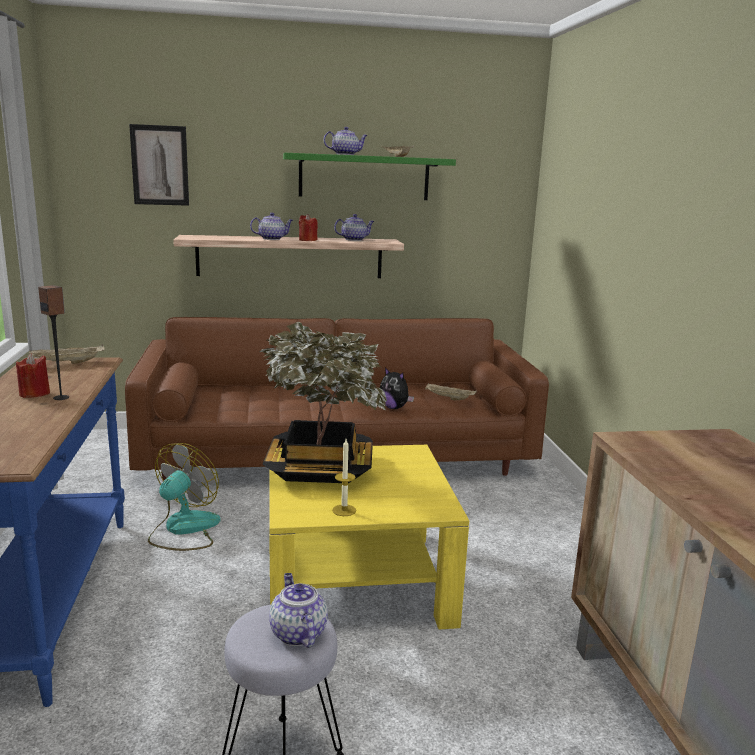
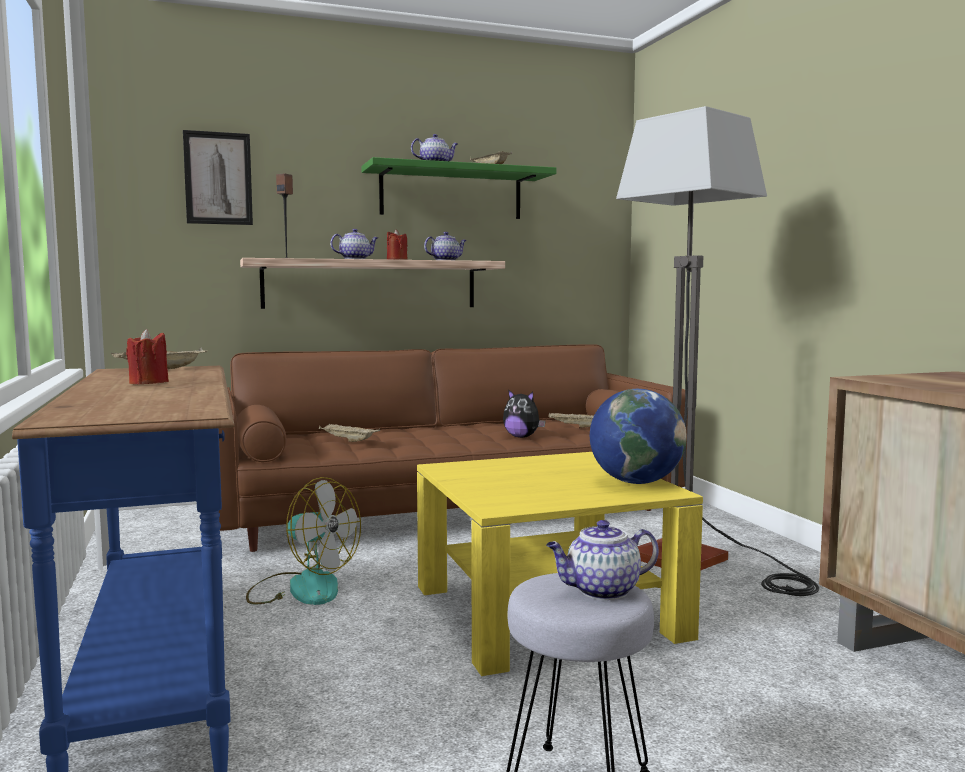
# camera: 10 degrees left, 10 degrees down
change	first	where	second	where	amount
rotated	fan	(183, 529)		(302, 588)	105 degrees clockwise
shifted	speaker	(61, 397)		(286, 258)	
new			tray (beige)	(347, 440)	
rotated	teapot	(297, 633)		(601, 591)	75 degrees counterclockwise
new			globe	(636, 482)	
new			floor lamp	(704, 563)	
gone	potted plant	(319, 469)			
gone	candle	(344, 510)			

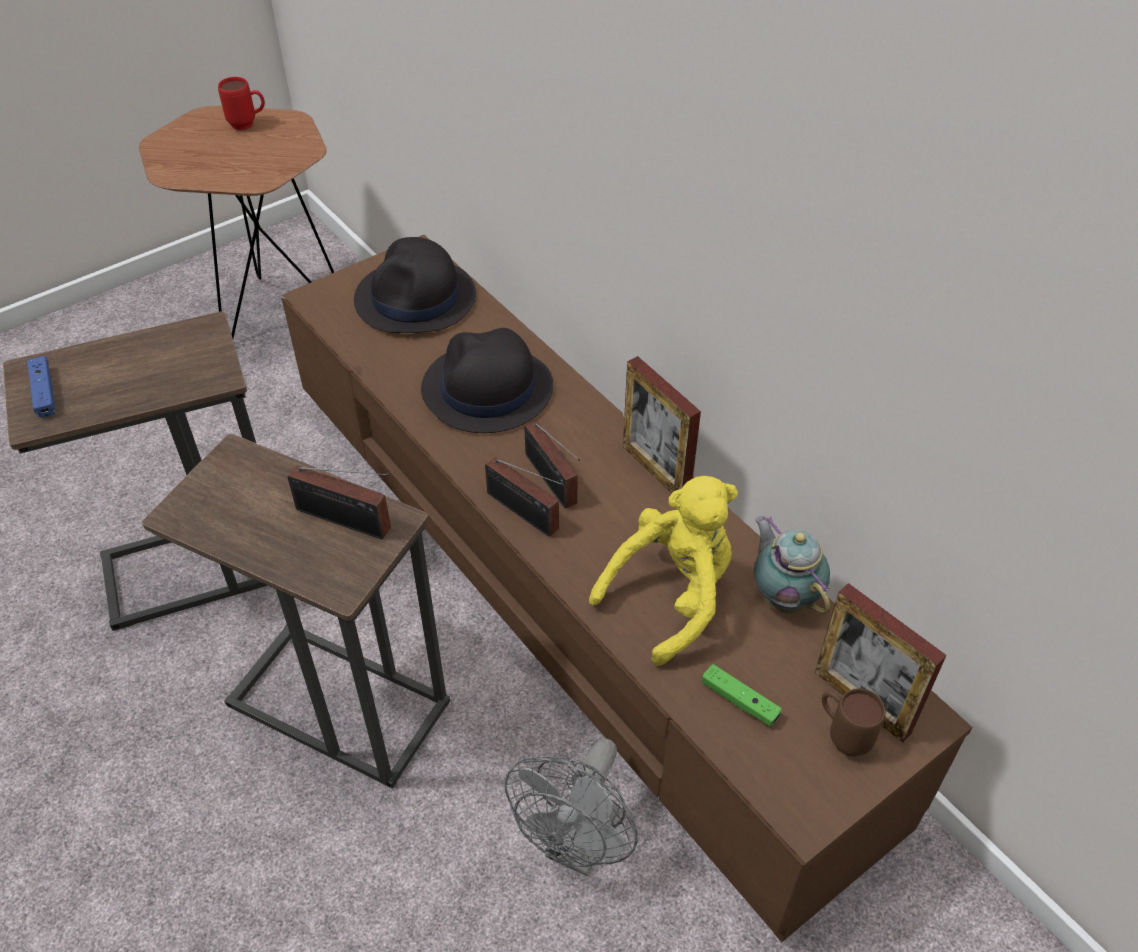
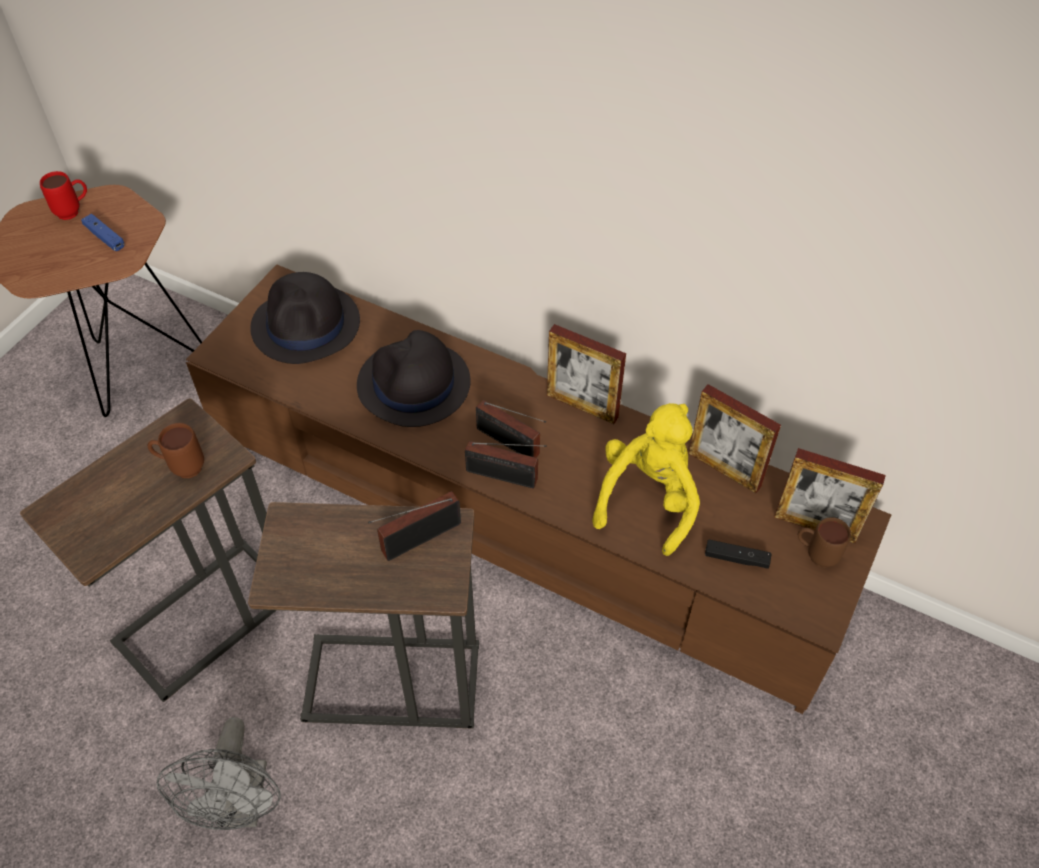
# camera: 25 degrees left, 5 degrees up
change	first	where	second	where	amount
shifted	game controller (blue)	(44, 393)		(105, 237)	
new			mug (brown)	(181, 468)	
shifted	fan (grey)	(578, 846)		(242, 807)	
rotated	radio	(348, 522)		(416, 539)	150 degrees clockwise
swapped	teapot	(783, 596)	picture frame	(724, 469)	
repainted	game controller (green)	(739, 701)	game controller (black)	(736, 558)	

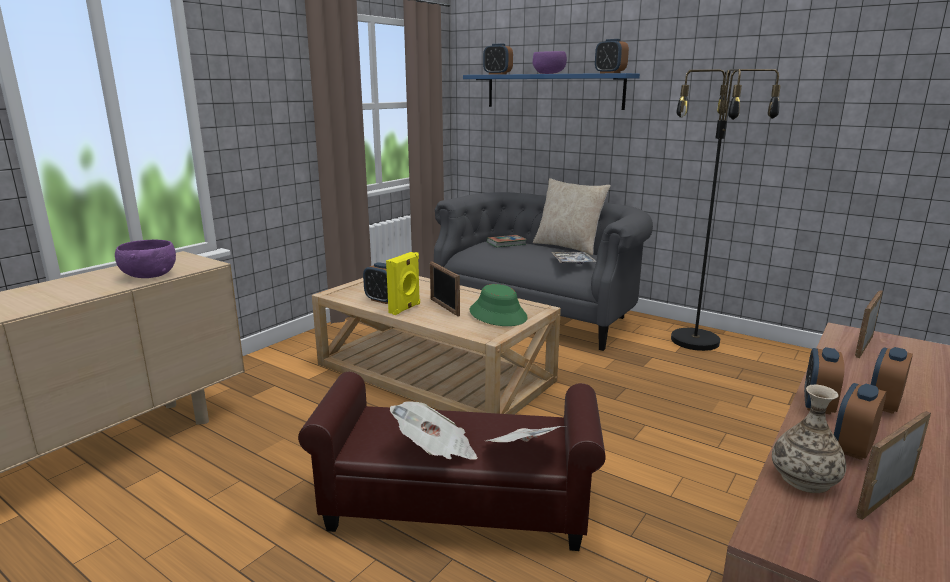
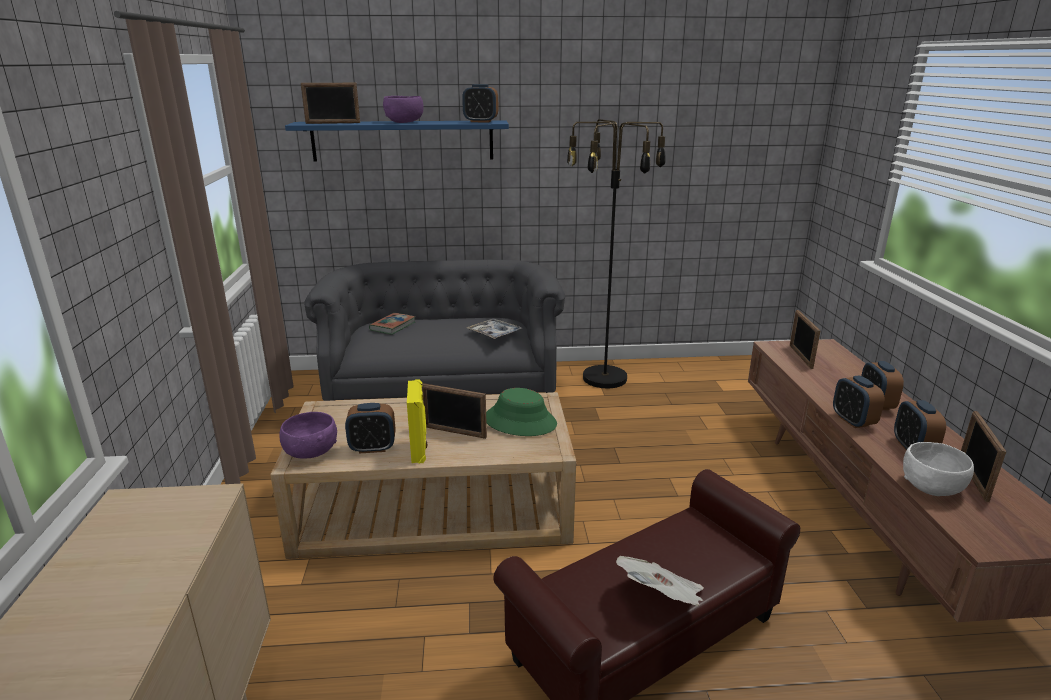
# camera: 40 degrees left, 5 degrees up
change	first	where	second	where	amount
shifted	bowl (purple)	(149, 276)		(310, 452)	
swapped	alarm clock	(497, 74)	picture frame	(333, 123)	
swapped	vase	(804, 479)	bowl (white)	(931, 487)	
gone	newspaper	(524, 453)			
gone	pillow (beige)	(568, 247)			

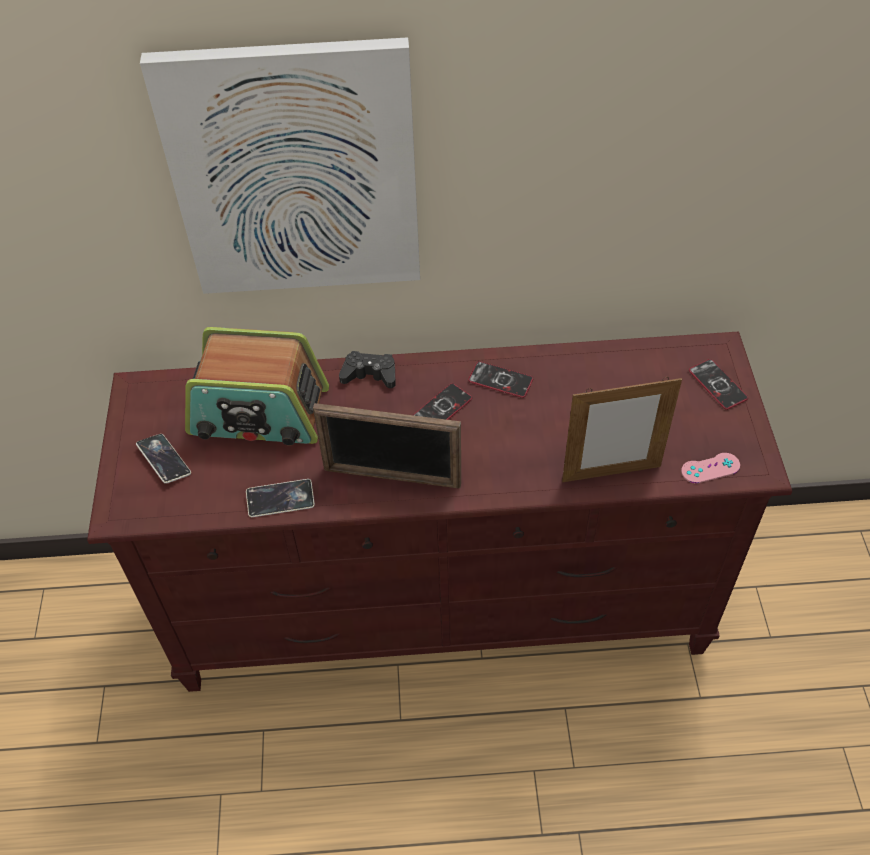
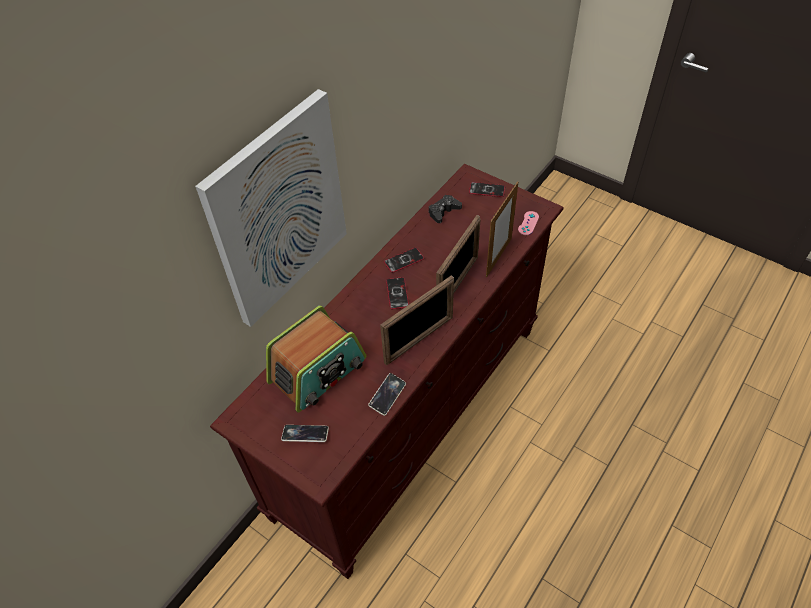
# camera: 50 degrees left, 0 degrees up
change	first	where	second	where	amount
shifted	game controller (black)	(370, 375)		(443, 211)	
new			picture frame	(457, 284)	

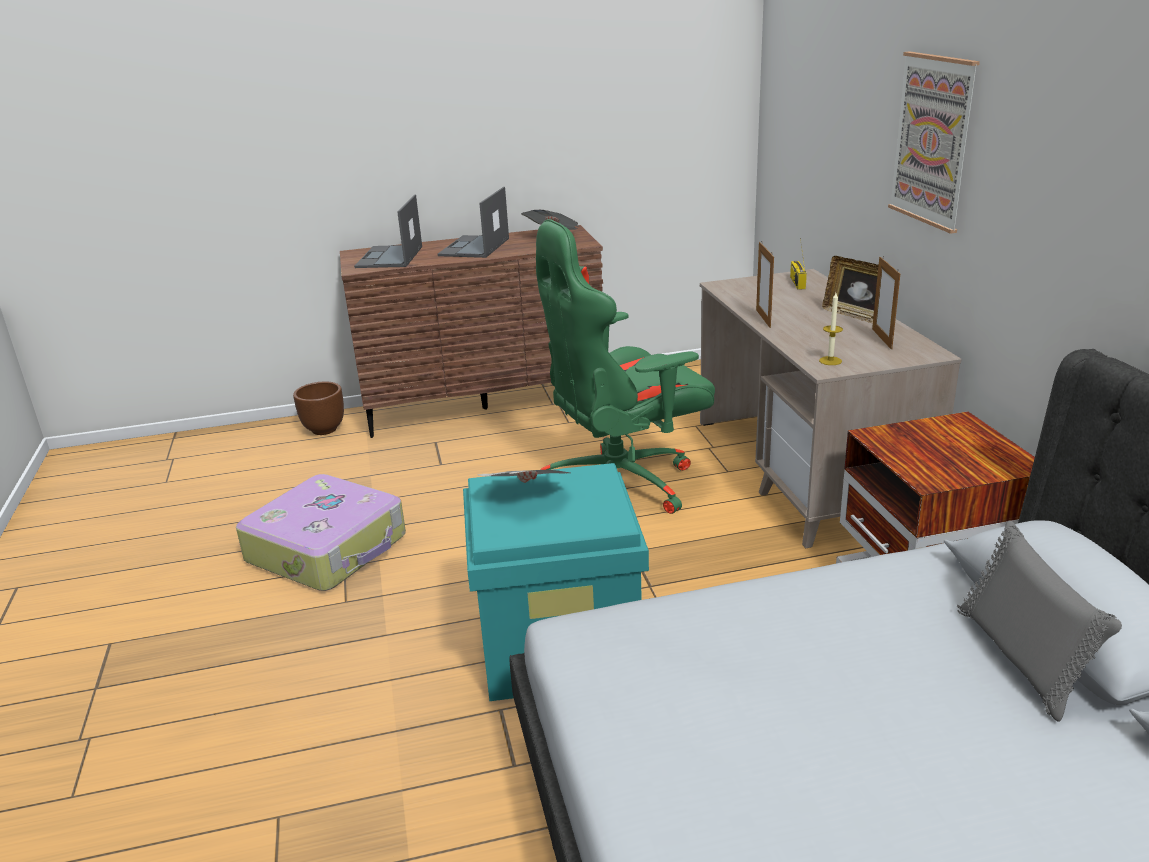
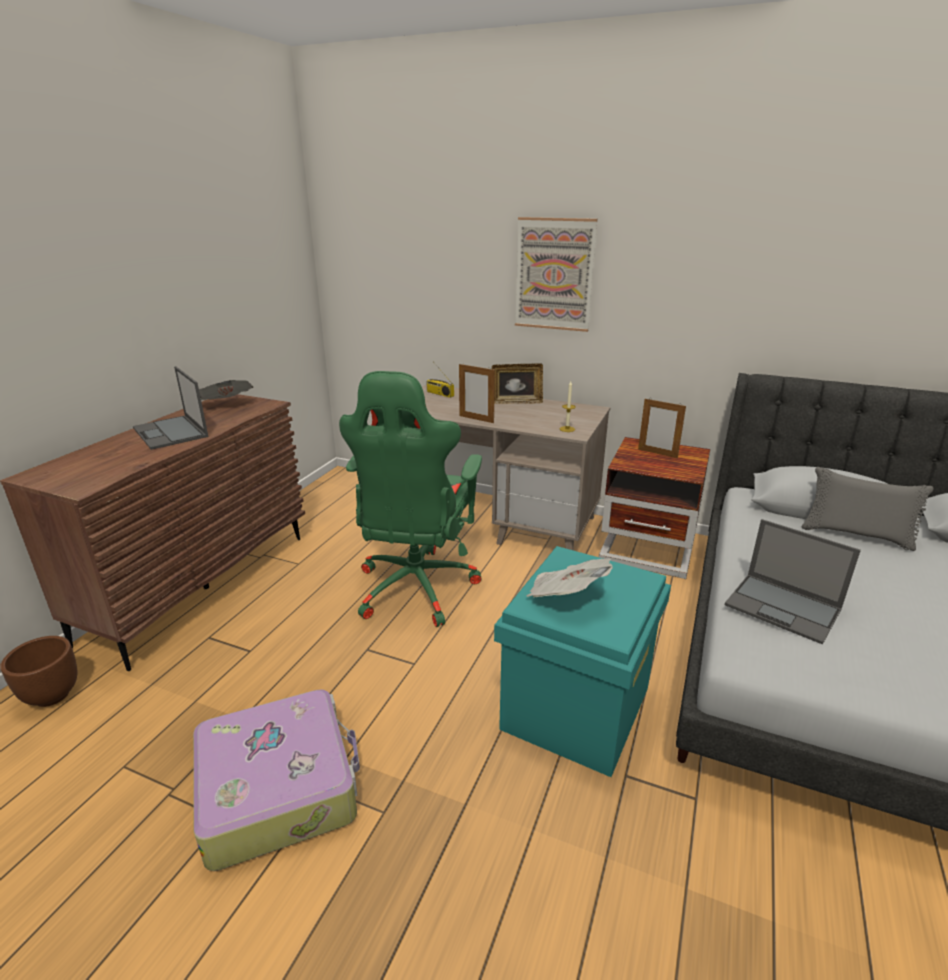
# camera: 55 degrees left, 0 degrees up
change	first	where	second	where	amount
shifted	picture frame	(882, 339)		(657, 453)	
shifted	laptop	(389, 257)		(784, 608)	

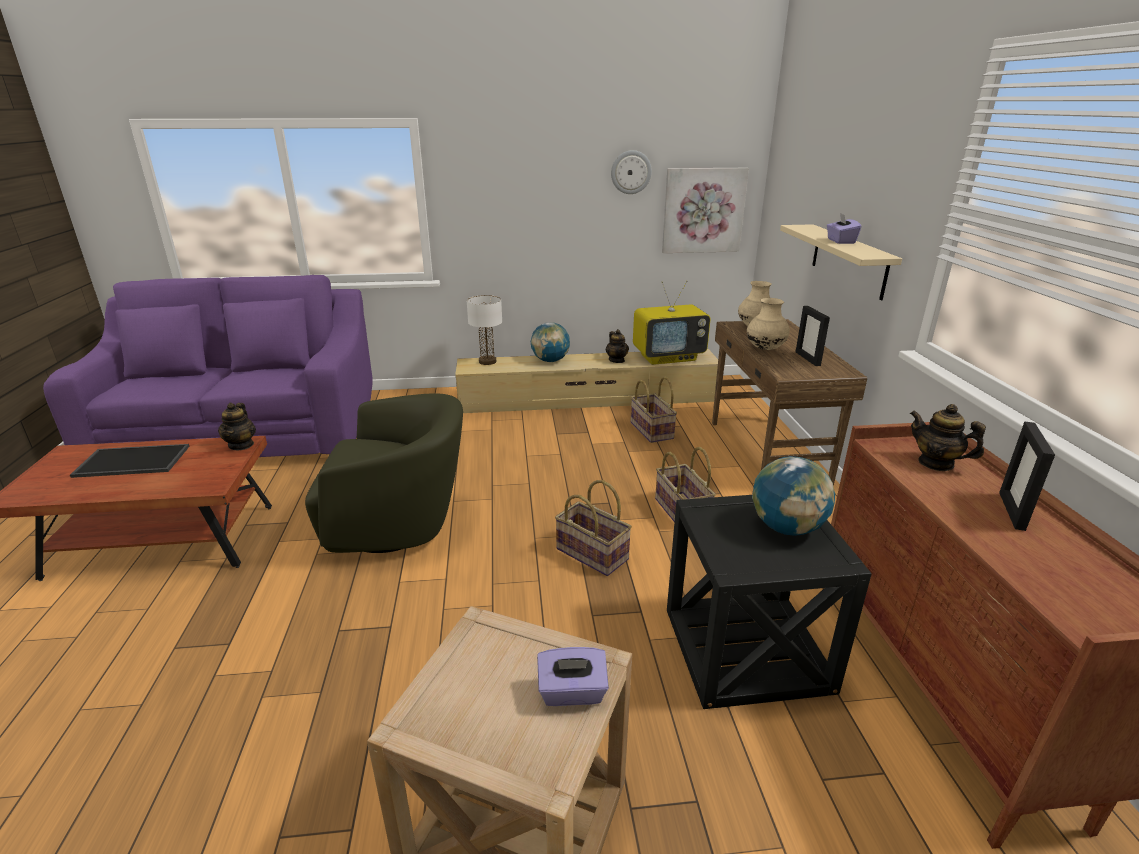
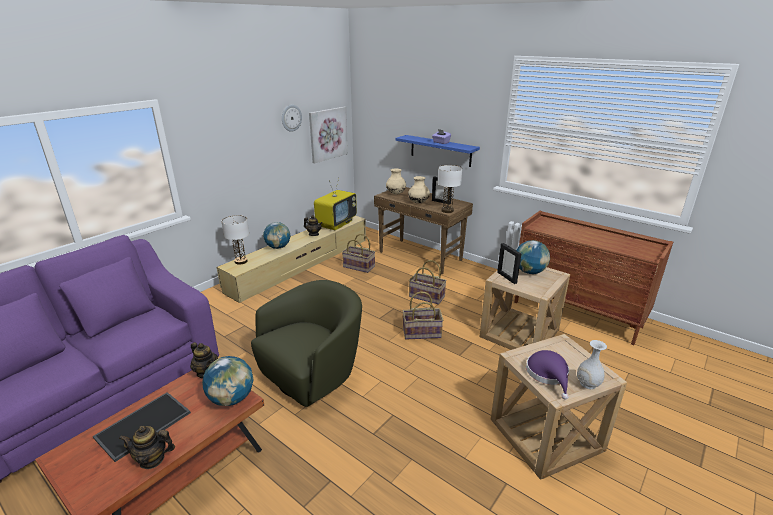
# camera: 45 degrees left, 0 degrees up
change	first	where	second	where	amount
shifted	teapot	(936, 463)		(152, 459)	
new			globe	(232, 398)	
repainted	shelf (beige)	(848, 260)	shelf (blue)	(440, 150)	
new			table lamp	(447, 210)	
repainted	side table (black)	(746, 649)	side table (beige)	(519, 333)	
shifted	picture frame	(1013, 511)		(507, 277)	
new			hat (purple)	(548, 375)	
new			vase (white)	(588, 383)	
gone	tissue box (purple)	(572, 693)			

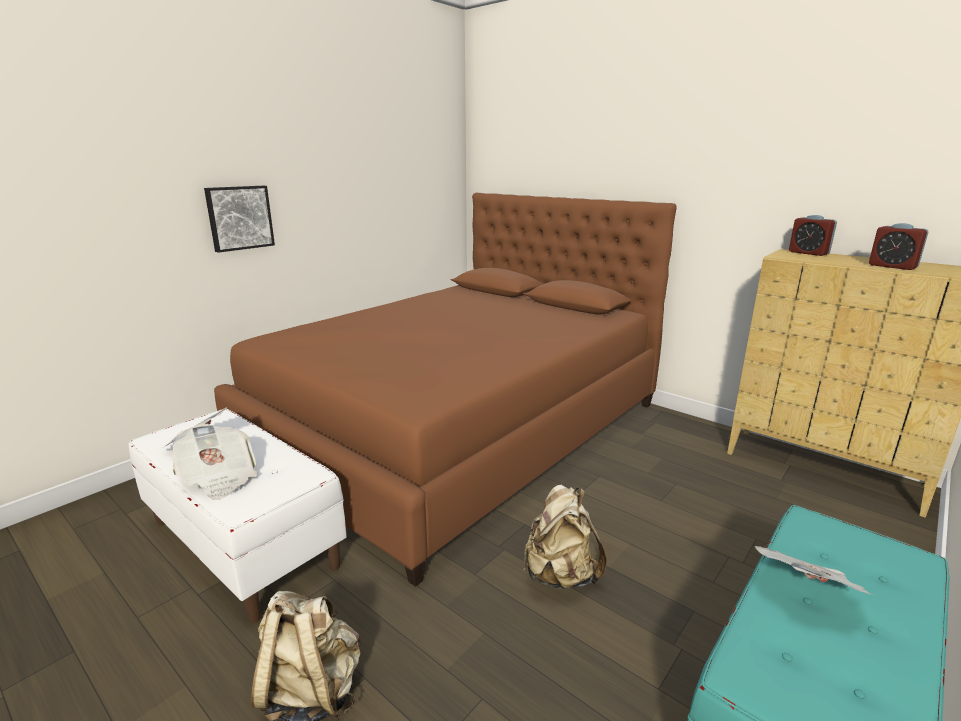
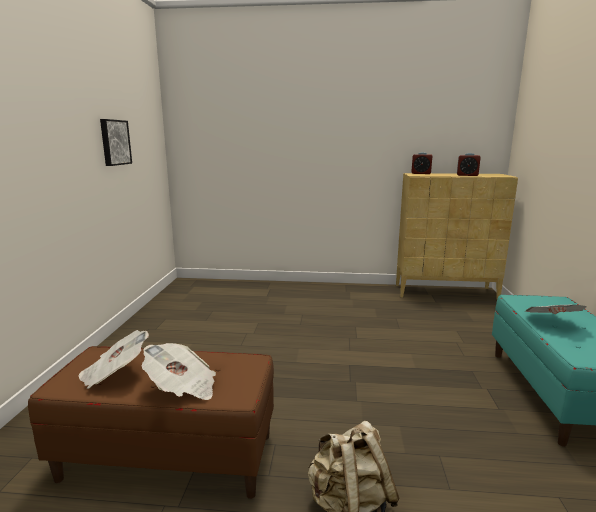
# camera: 35 degrees left, 5 degrees down
change	first	where	second	where	amount
repainted	bench (white)	(244, 543)	bench (brown)	(169, 456)	
shifted	picture	(239, 218)		(114, 142)	
gone	bed (brown)	(461, 428)			
gone	backpack (beige)	(560, 575)			

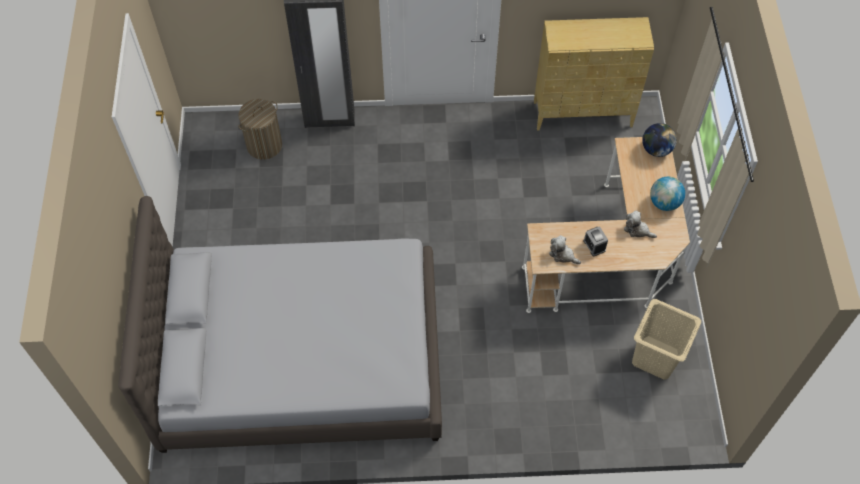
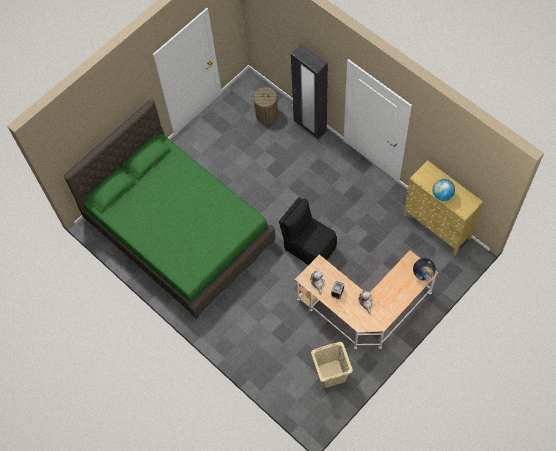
# camera: 50 degrees right, 5 degrees up
change	first	where	second	where	amount
repainted	bed (grey)	(301, 358)	bed (green)	(179, 230)	
new			chair (black)	(309, 247)	
shifted	globe	(664, 203)		(442, 195)	

